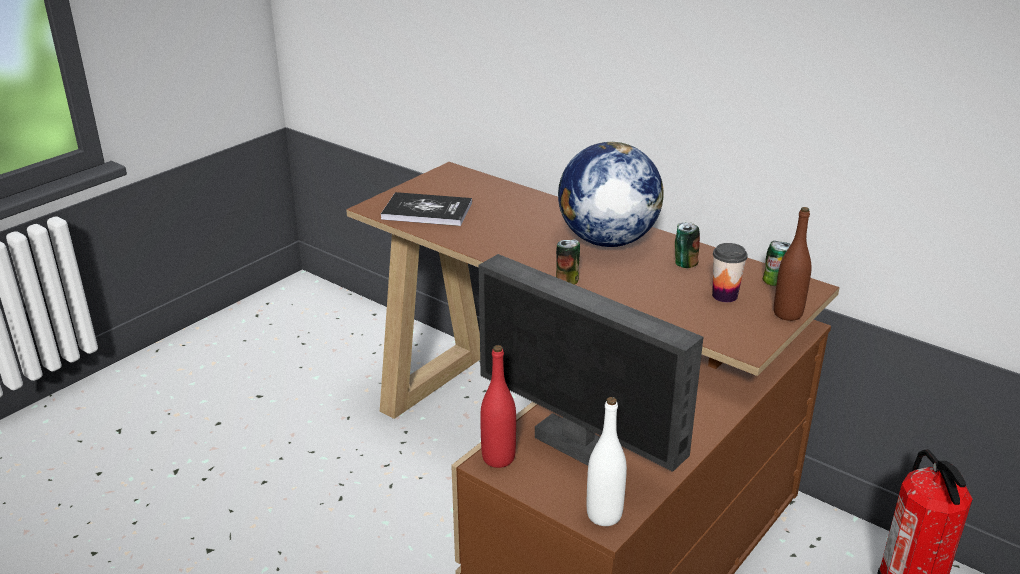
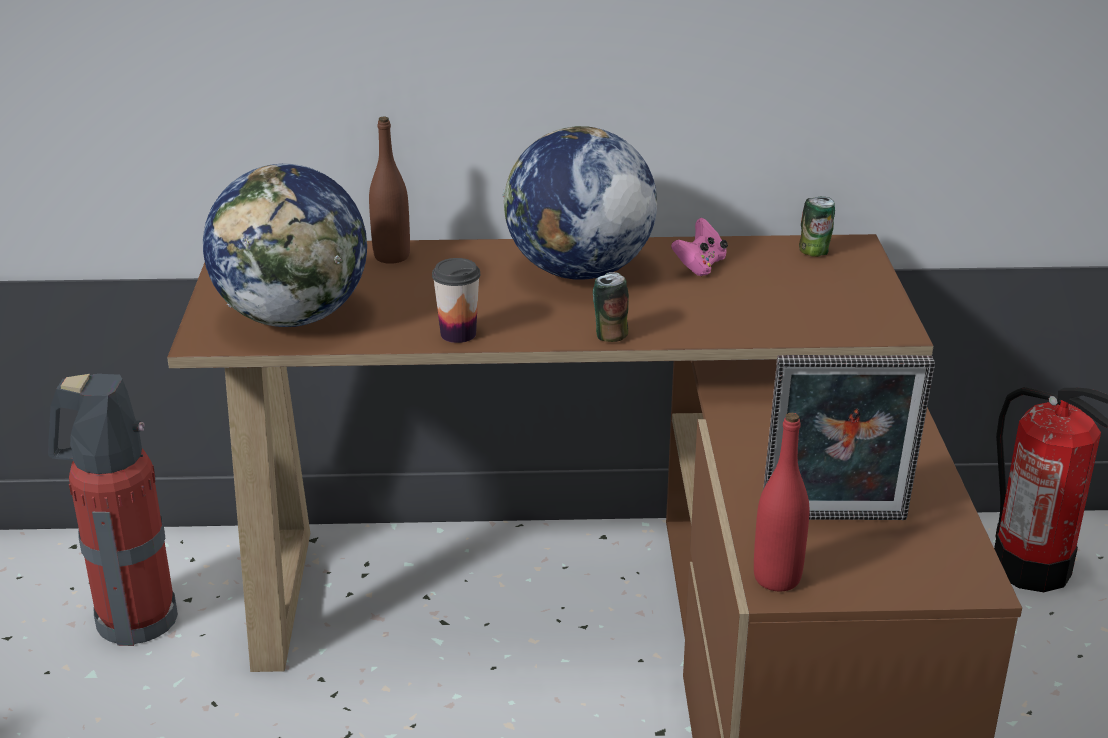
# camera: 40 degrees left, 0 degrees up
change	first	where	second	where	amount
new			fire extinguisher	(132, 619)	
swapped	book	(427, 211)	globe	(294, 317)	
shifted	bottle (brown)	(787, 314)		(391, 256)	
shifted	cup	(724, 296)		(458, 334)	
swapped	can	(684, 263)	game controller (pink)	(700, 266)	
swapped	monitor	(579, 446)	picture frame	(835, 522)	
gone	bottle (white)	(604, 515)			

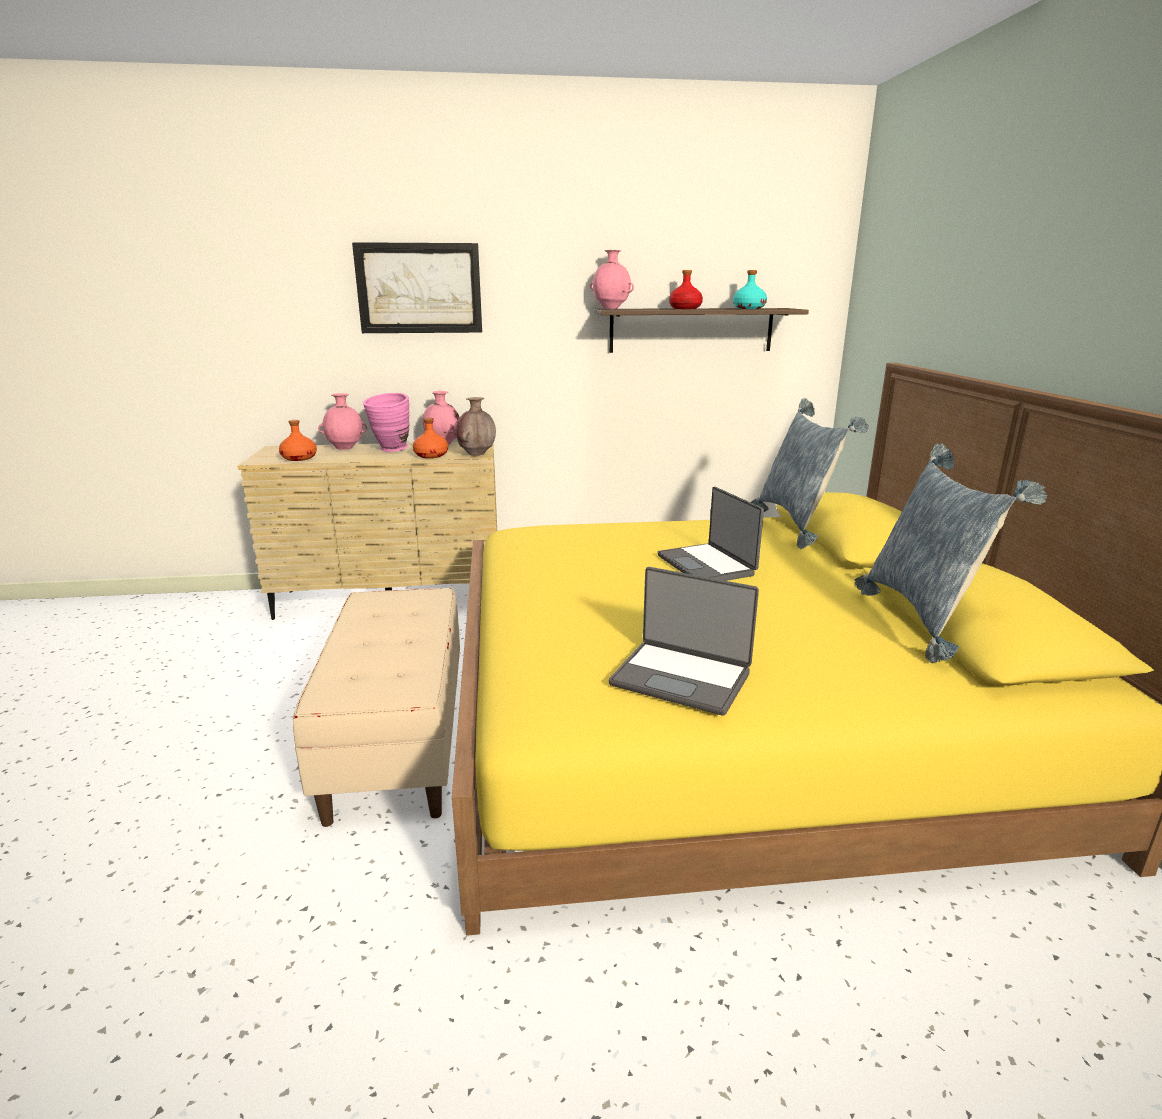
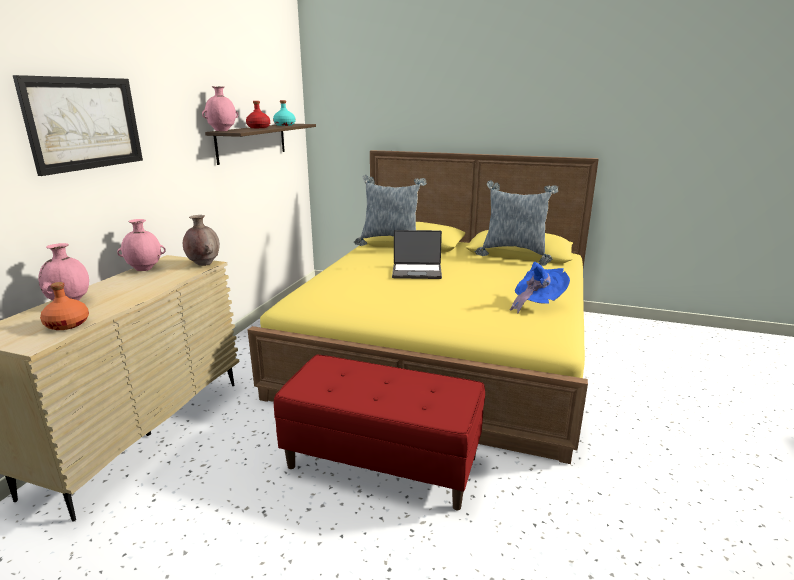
# camera: 65 degrees left, 0 degrees up
change	first	where	second	where	amount
repainted	bench (beige)	(399, 741)	bench (red)	(383, 462)	
swapped	laptop	(682, 677)	hat (blue)	(537, 303)	
gone	vase (pink)	(391, 450)			
gone	bottle (orange)	(431, 455)			

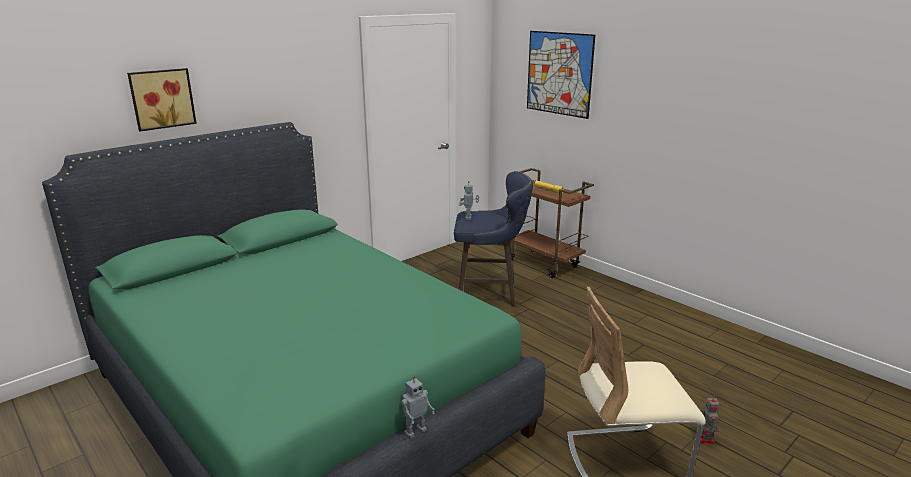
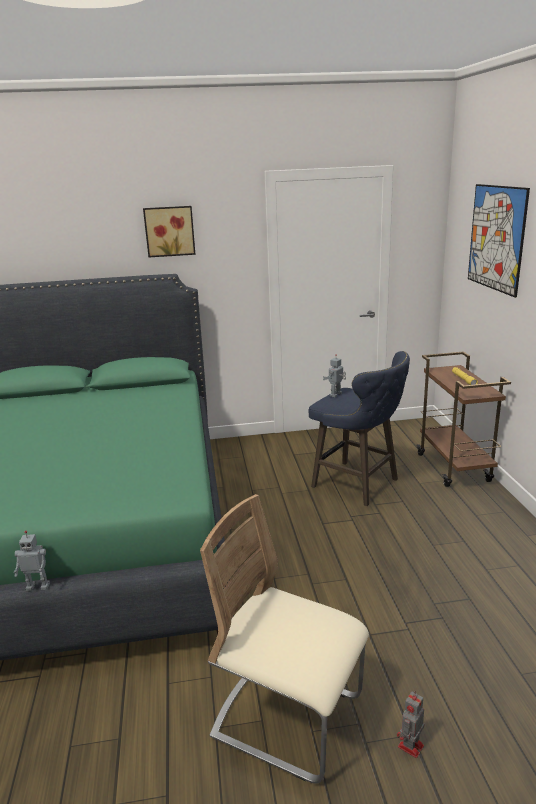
# camera: 35 degrees right, 0 degrees up
change	first	where	second	where	amount
shifted	picture	(162, 98)		(169, 231)	

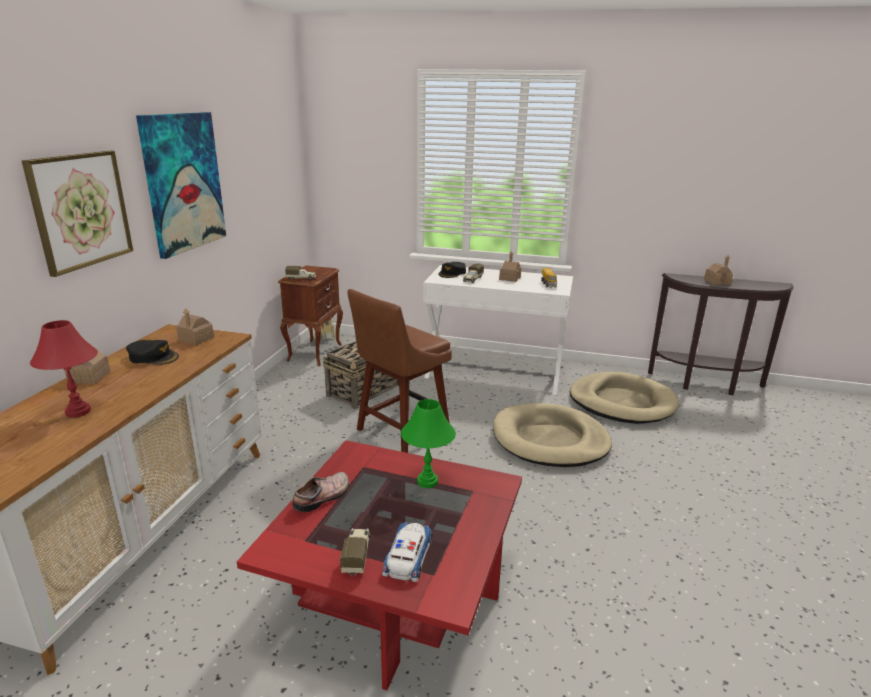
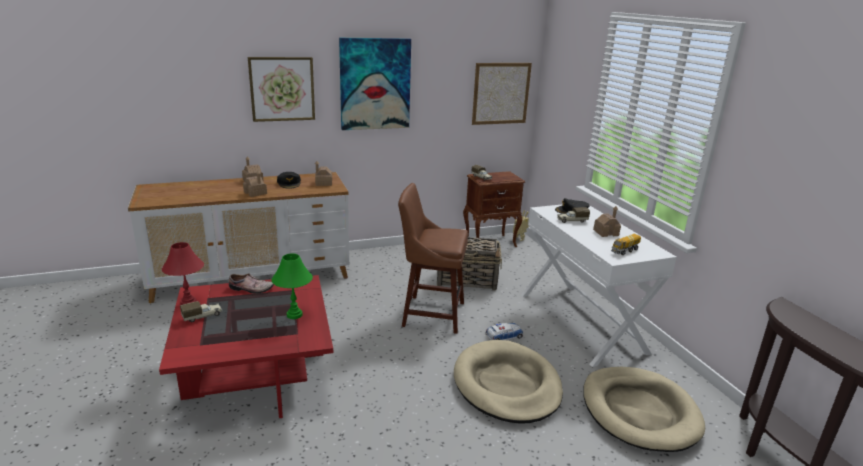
# camera: 55 degrees right, 0 degrees up
change	first	where	second	where	amount
shifted	table lamp (red)	(78, 412)		(188, 302)	
shifted	toy house	(717, 282)		(255, 193)	
new			picture	(501, 92)	
shifted	toy car	(408, 556)		(504, 336)	

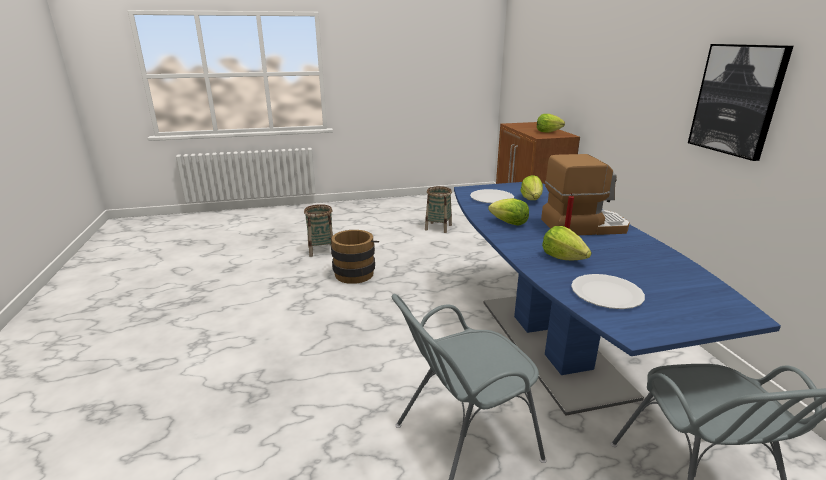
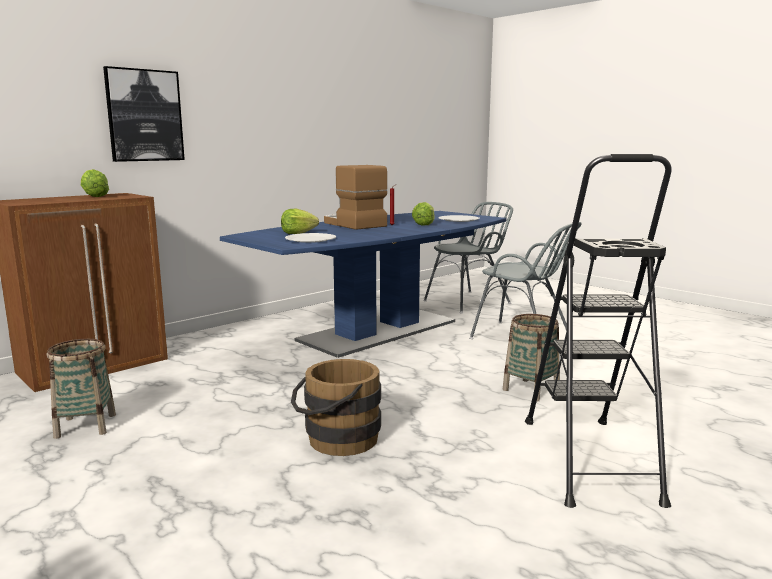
# camera: 120 degrees left, 10 degrees down
change	first	where	second	where	amount
shifted	picture	(737, 100)		(144, 115)	
shifted	basket	(321, 250)		(530, 390)	
new			step ladder	(588, 459)	
gone	lettuce	(509, 223)			

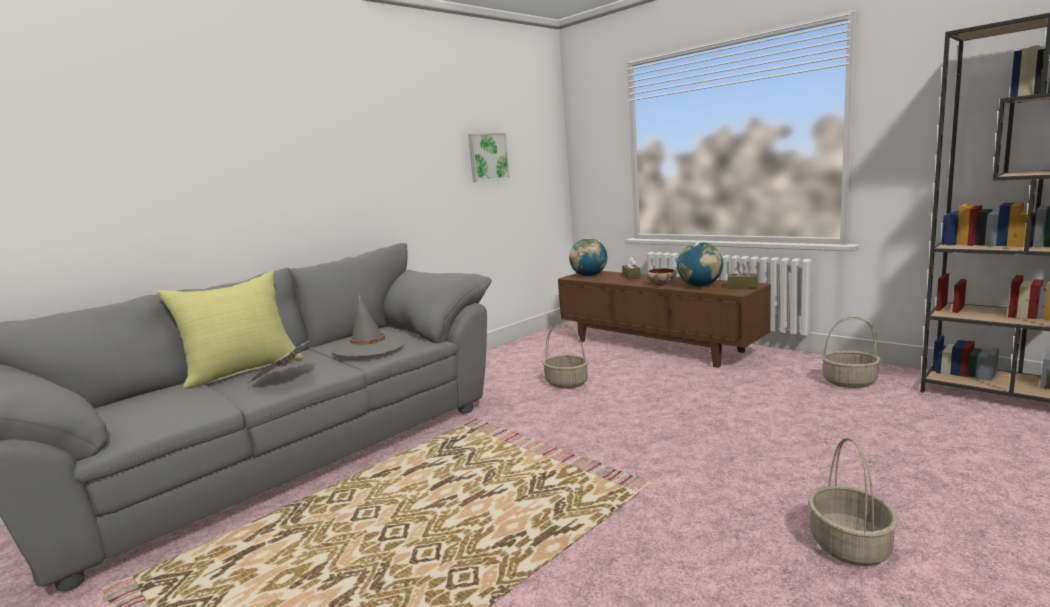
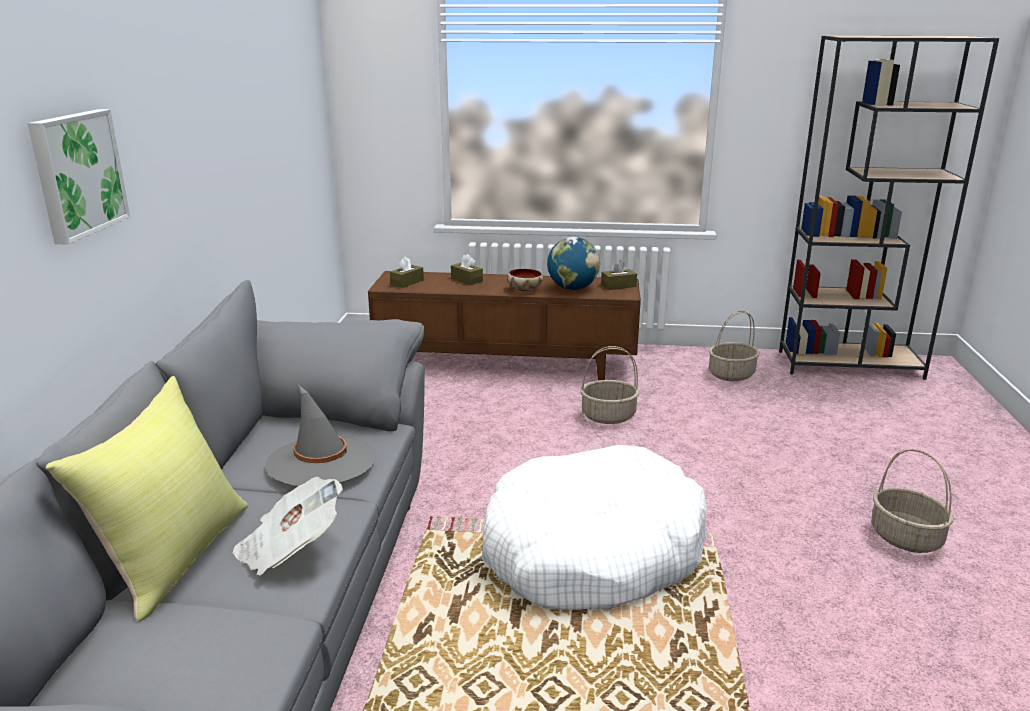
# camera: 40 degrees left, 10 degrees up
change	first	where	second	where	amount
shifted	picture	(488, 157)		(76, 174)	
swapped	globe	(589, 276)	tissue box (brown)	(407, 282)	
new			dog bed (white)	(592, 551)	
shifted	basket	(567, 383)		(609, 416)	

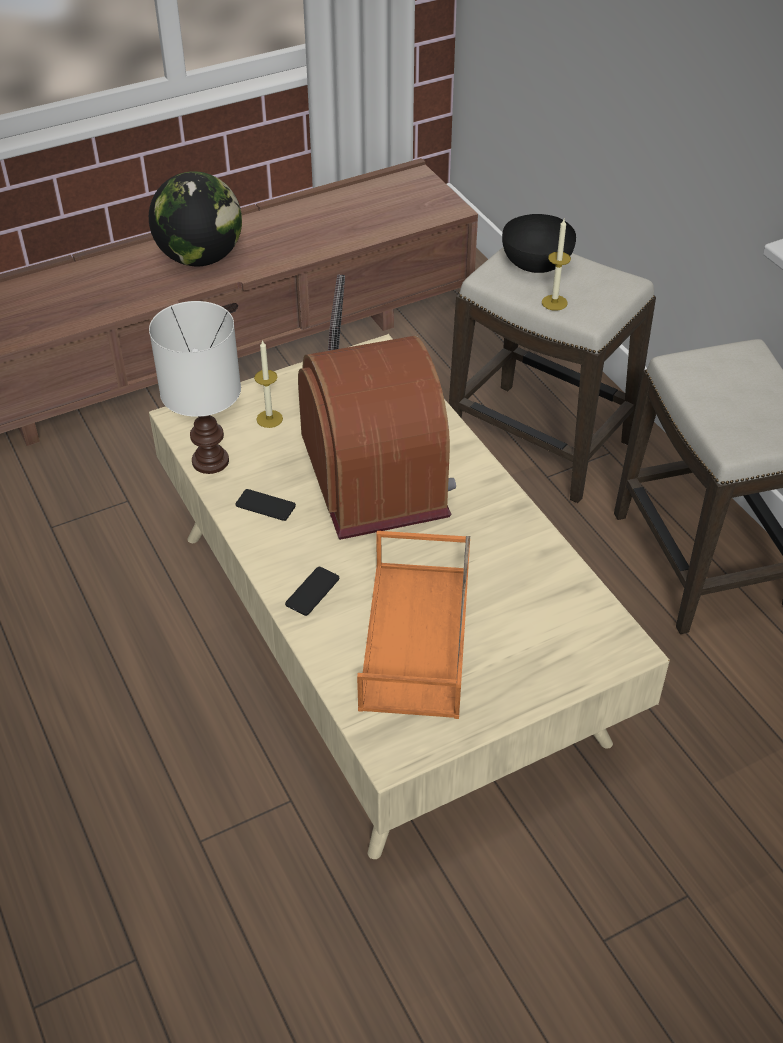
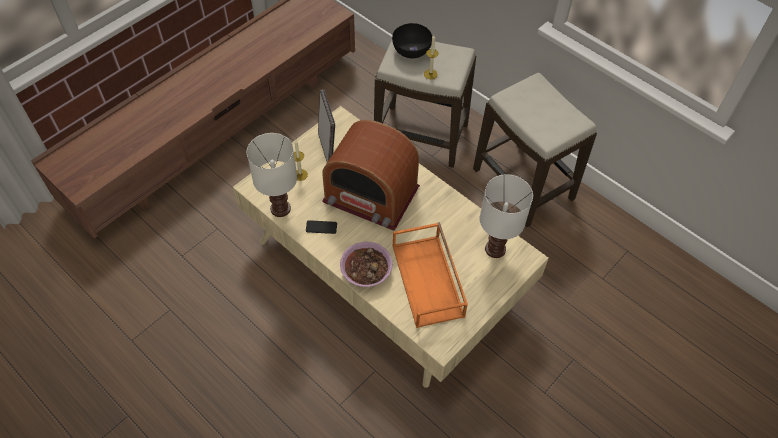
# camera: 20 degrees left, 10 degrees up
change	first	where	second	where	amount
rotated	radio	(376, 477)		(371, 195)	150 degrees clockwise
swapped	phone	(312, 591)	bowl	(366, 270)	
new			table lamp (white)	(495, 248)	
gone	globe	(200, 258)			

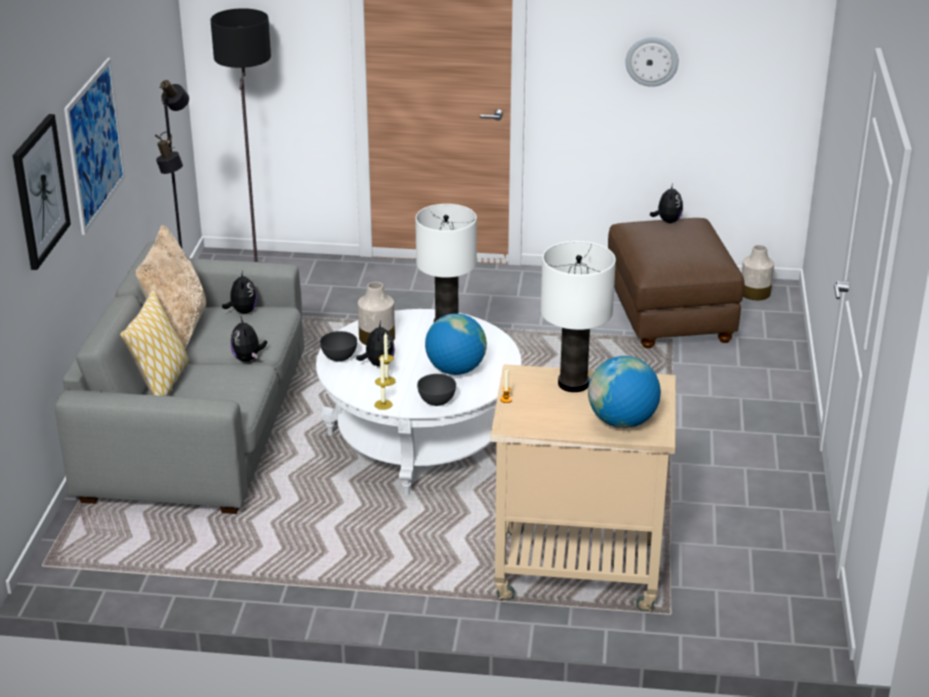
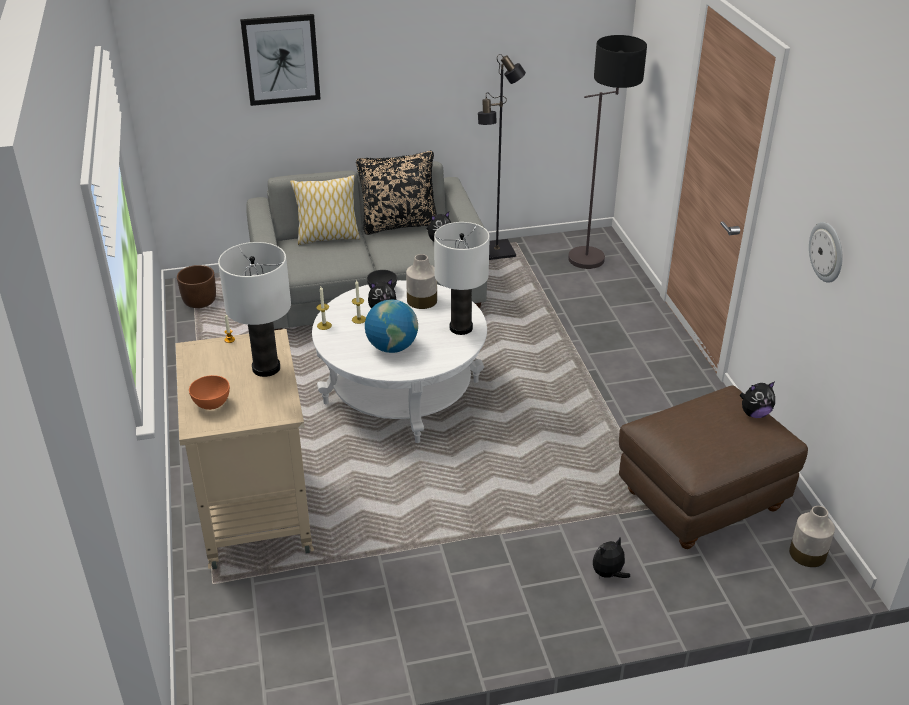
# camera: 70 degrees right, 5 degrees up
change	first	where	second	where	amount
new			planter (brown)	(199, 301)	
swapped	globe	(622, 422)	bowl (orange)	(211, 404)	
repainted	pillow (beige)	(177, 332)	pillow (black)	(400, 226)	
shifted	plush toy	(248, 358)		(608, 574)	
gone	picture	(95, 144)			
gone	bowl (grey)	(436, 401)			

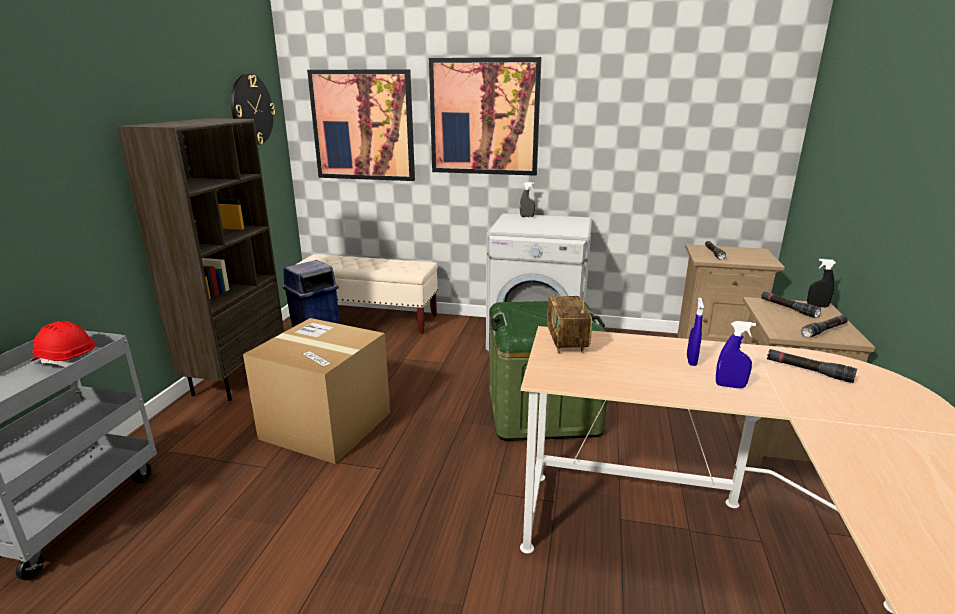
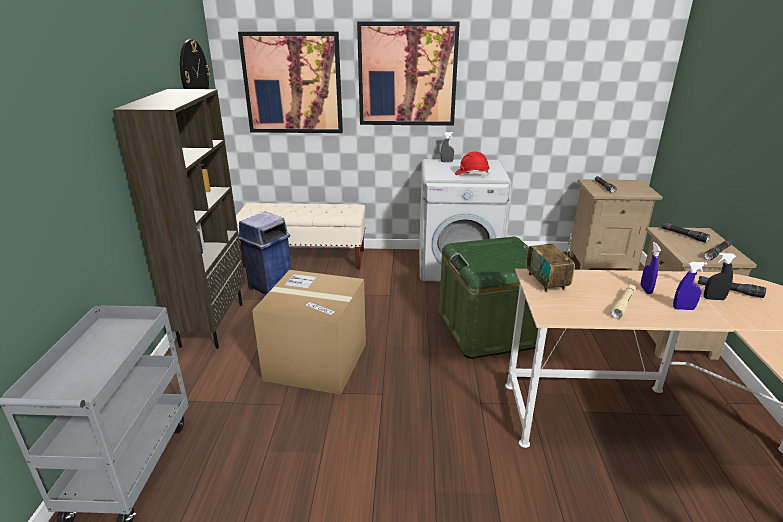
# camera: 10 degrees left, 5 degrees up
change	first	where	second	where	amount
shifted	hard hat (red)	(66, 361)		(471, 174)	
new			flashlight (beige)	(623, 305)	
shifted	spray bottle (black)	(817, 306)		(713, 298)	

